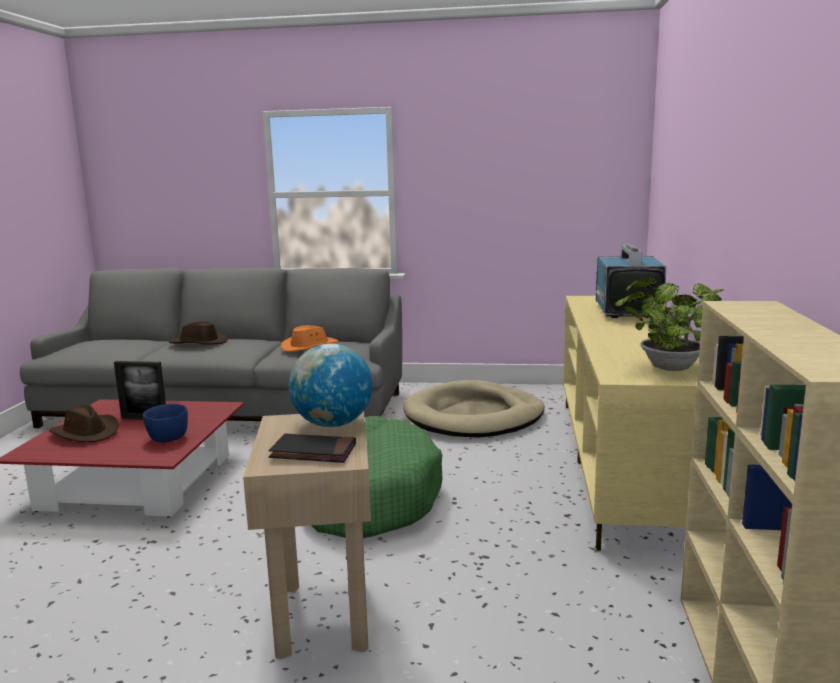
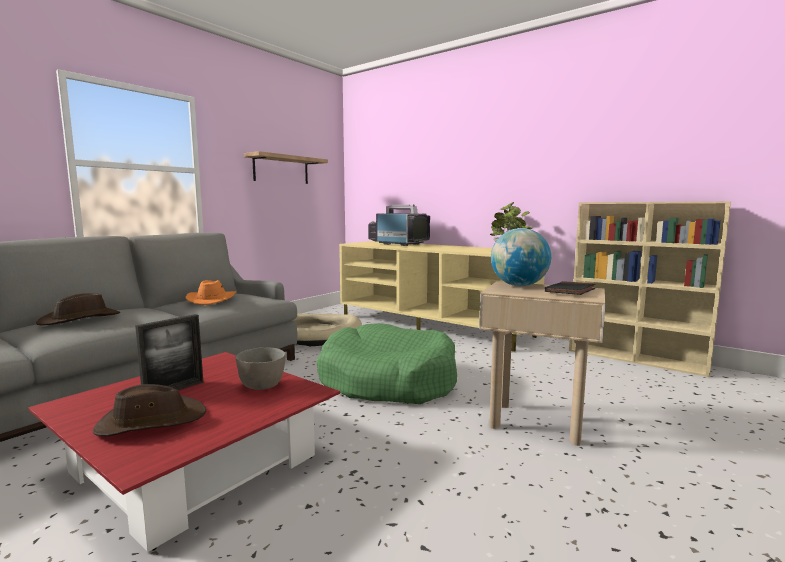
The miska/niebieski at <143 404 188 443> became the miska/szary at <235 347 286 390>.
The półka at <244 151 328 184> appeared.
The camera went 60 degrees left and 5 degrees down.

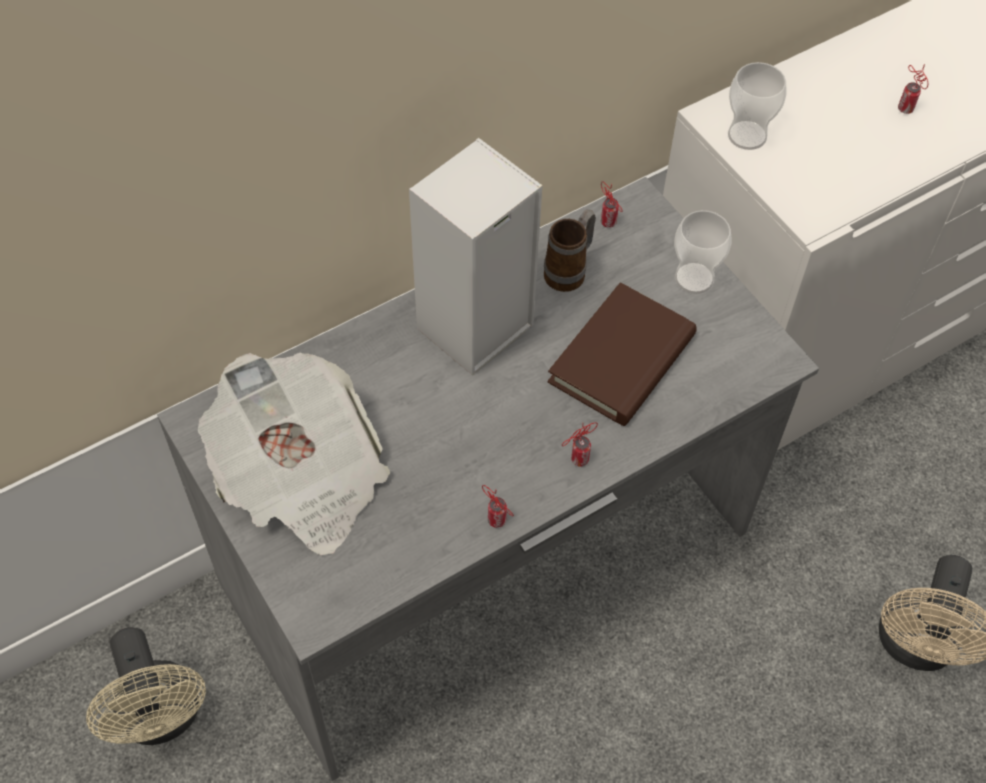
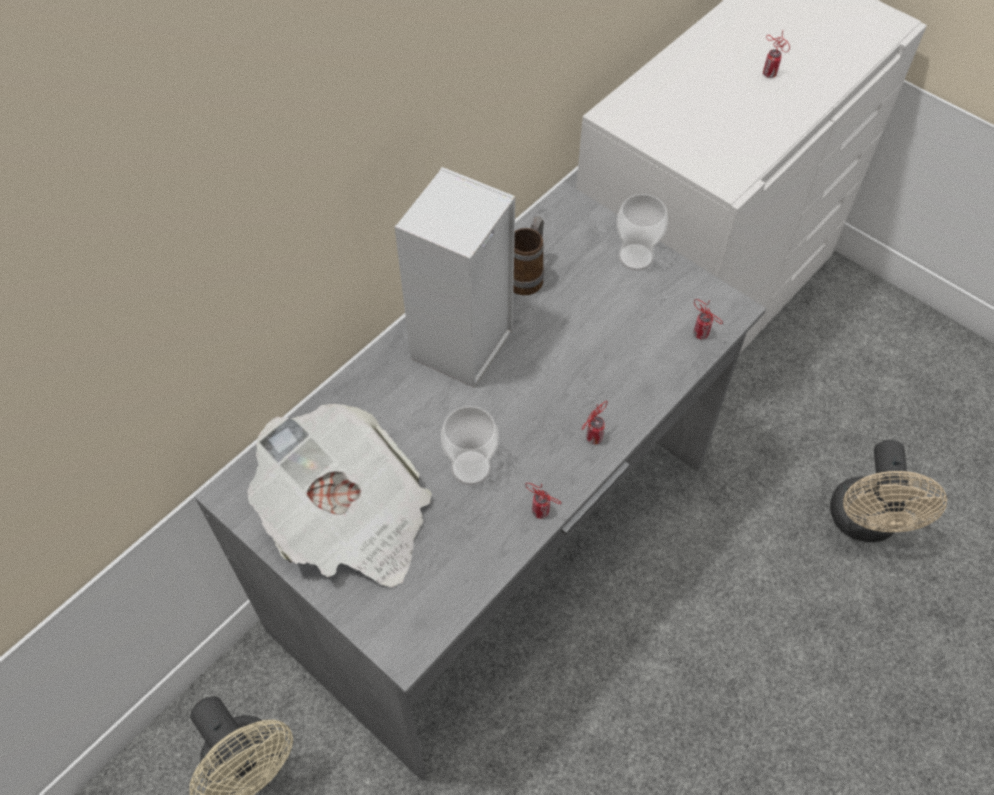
The filiżanka moved from <728 62 787 150> to <441 406 499 486>.
The puszka moved from <601 181 623 228> to <694 299 723 339>.
The książka/brązowy at <547 282 697 426> disappeared.
The camera went 15 degrees left and 0 degrees up.

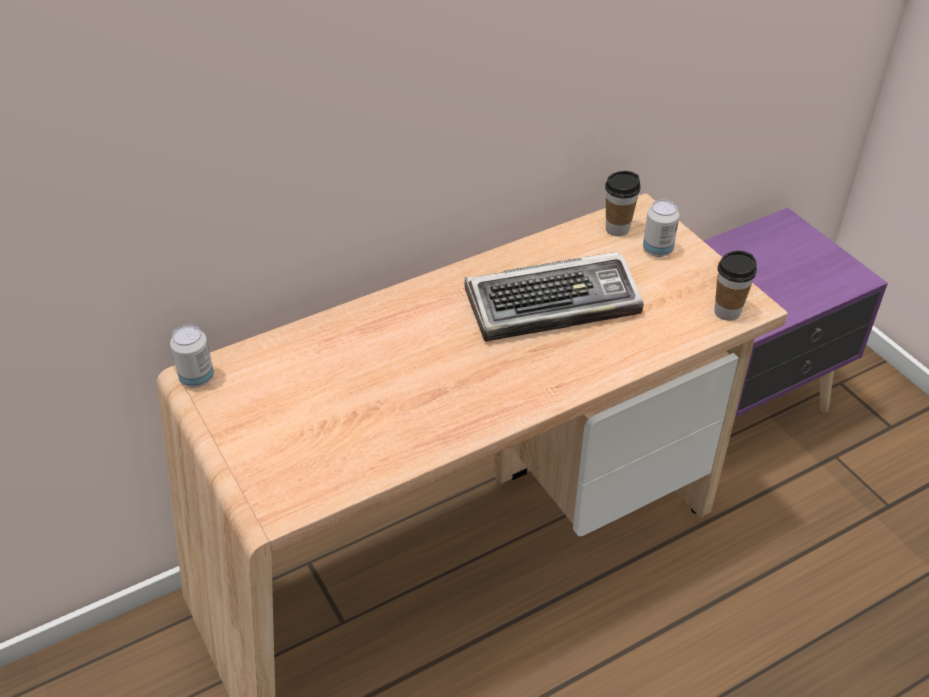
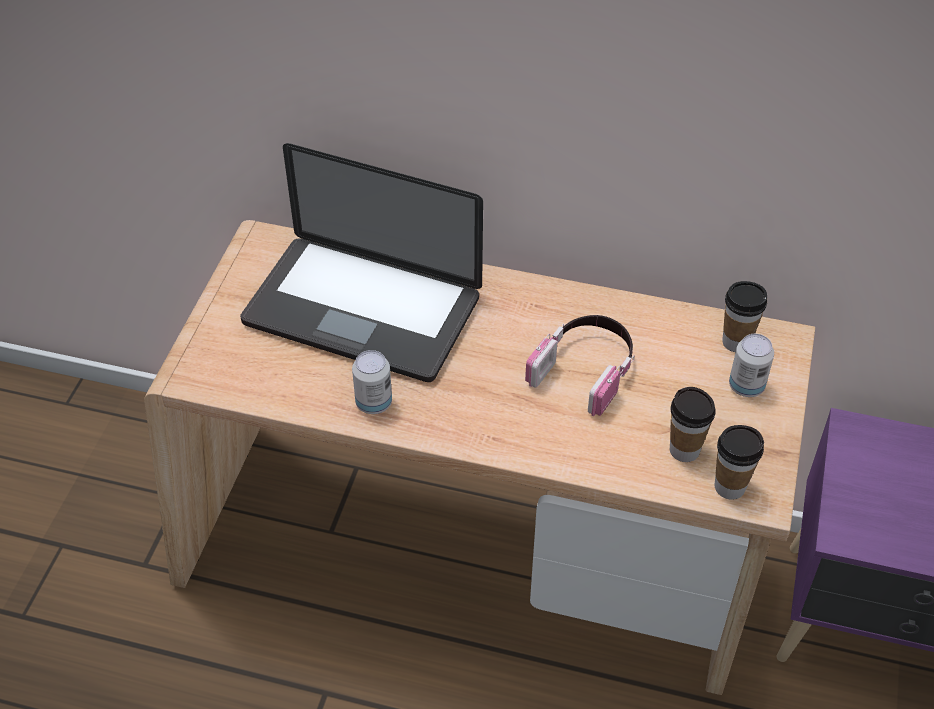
The klawiatura at <465 252 644 342> was replaced by the słuchawki at <525 315 635 416>.
The puszka moved from <170 325 214 387> to <352 350 392 414>.
The laptop at <240 143 483 382> appeared.
The filiżanka at <670 387 716 462> appeared.
The camera went 45 degrees right and 5 degrees up.

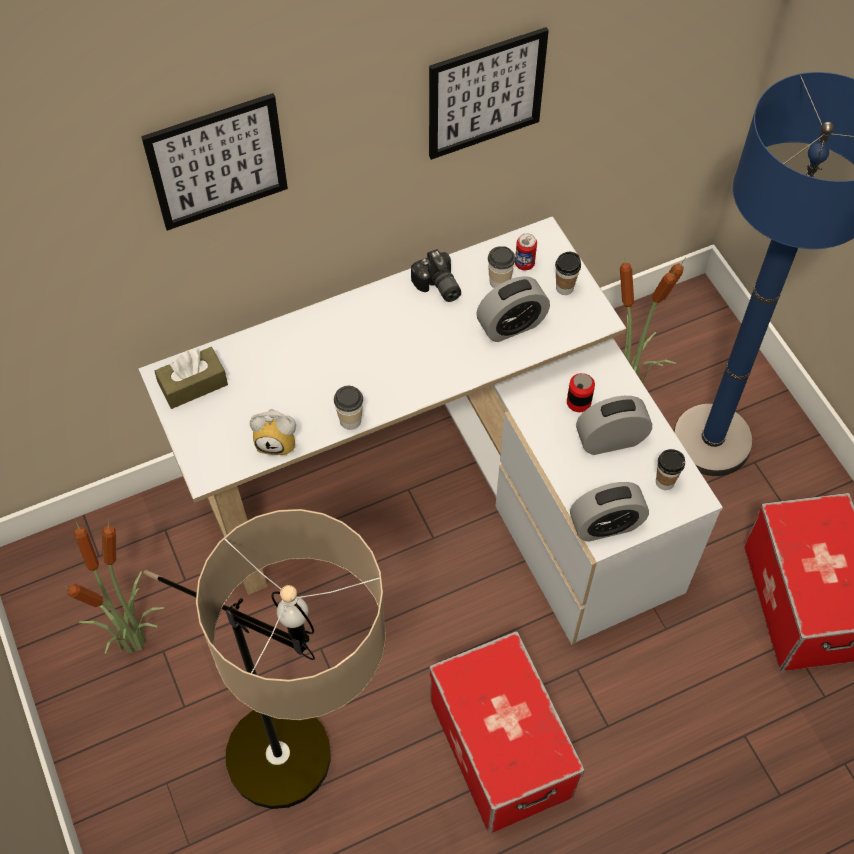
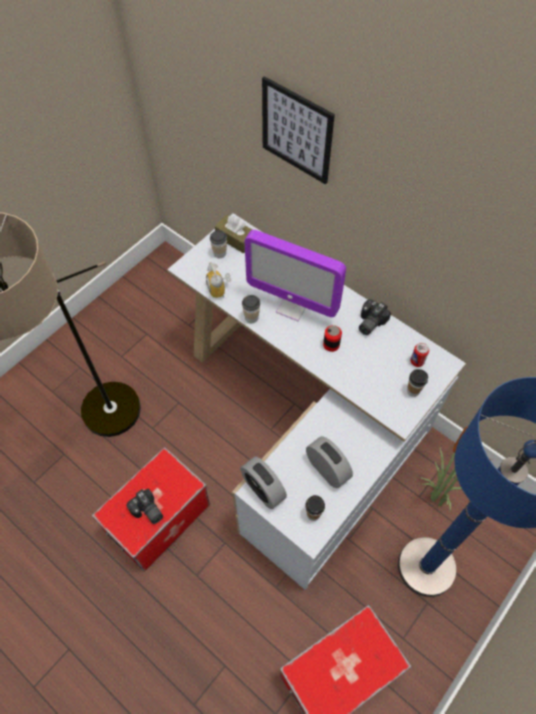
The obraz at <429 27 549 160> disappeared.
The filiżanka moved from <488 246 515 288> to <210 230 227 258>.
The budzik at <476 276 550 342> disappeared.
The puszka moved from <567 373 595 412> to <323 325 342 352>.
The roślina doniczkowa at <64 519 164 654> disappeared.
The monitor at <245 230 346 321> appeared.
The aparat fotograficzny at <126 488 163 524> appeared.
The camera went 65 degrees right and 0 degrees up.

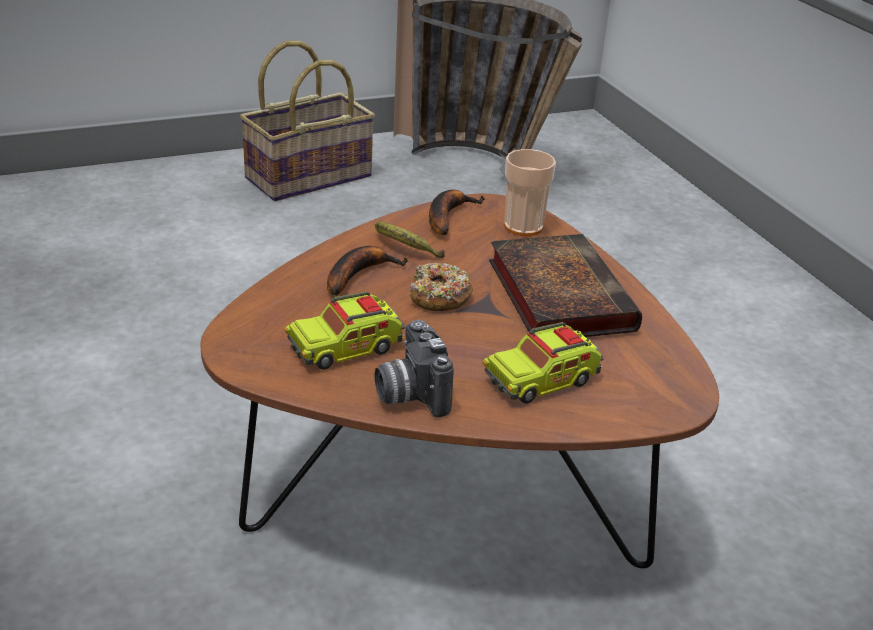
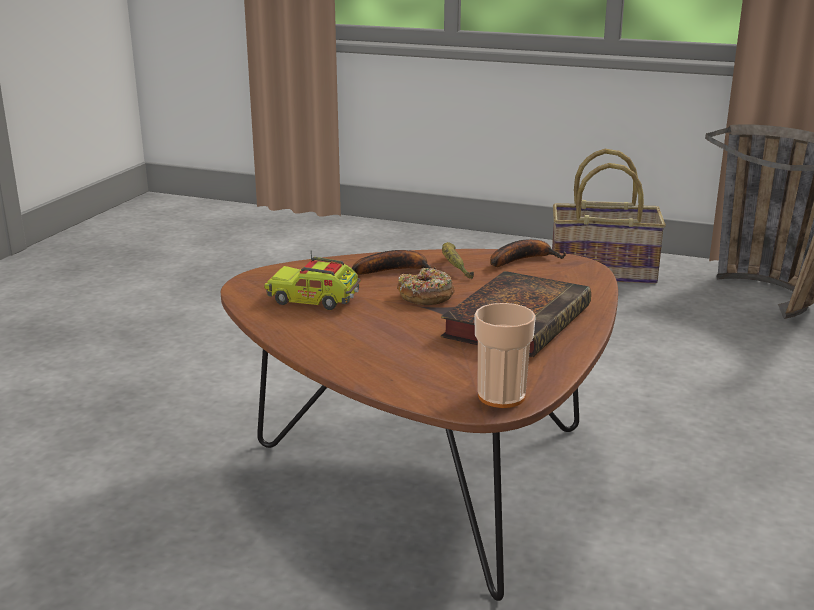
The filiżanka moved from <504 149 556 236> to <475 303 536 408>.
The aparat fotograficzny at <375 320 453 417> disappeared.
The ciężarówka zabawkowa at <482 322 603 404> disappeared.
The camera went 45 degrees right and 10 degrees down.

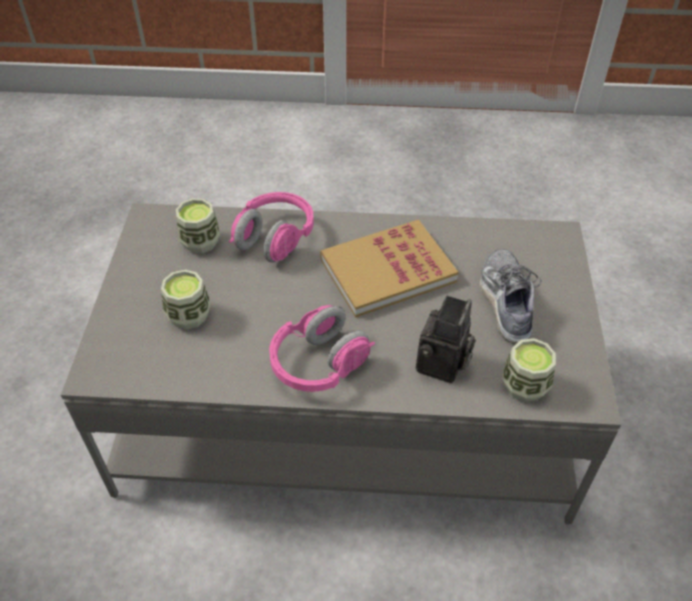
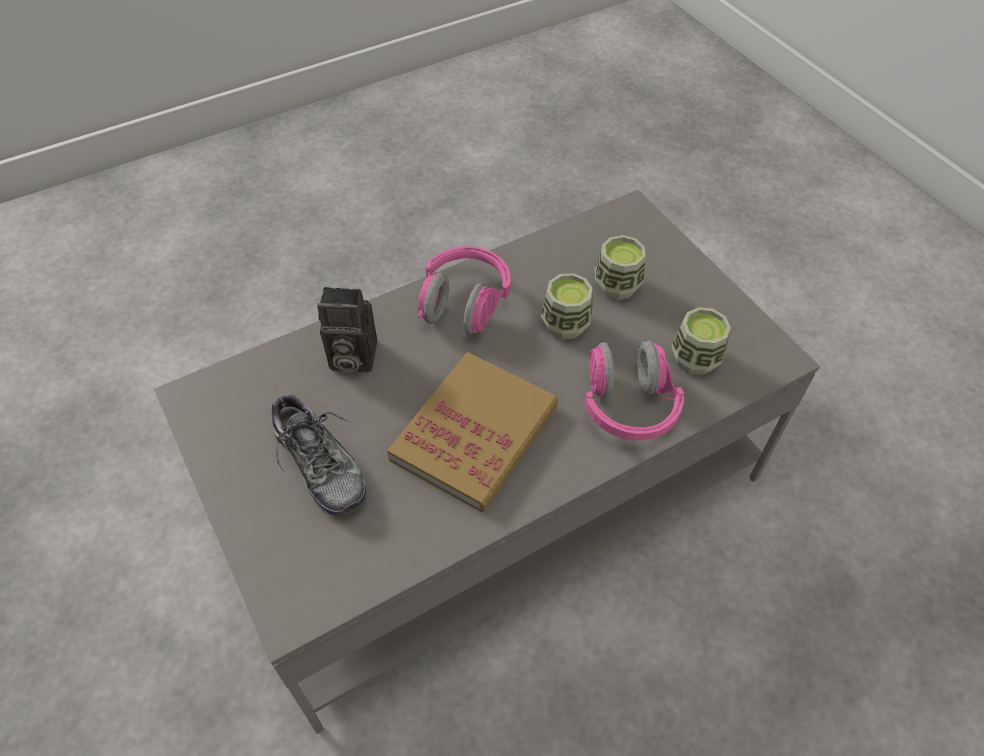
The aparat fotograficzny at <416 296 476 383> turned 75 degrees counterclockwise.
The filiżanka moved from <503 338 556 402> to <541 273 593 340>.
The camera went 145 degrees right and 5 degrees up.

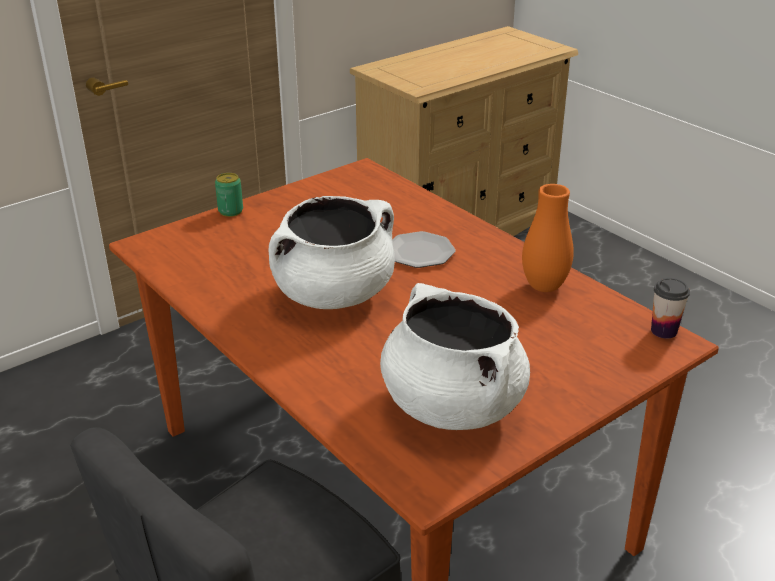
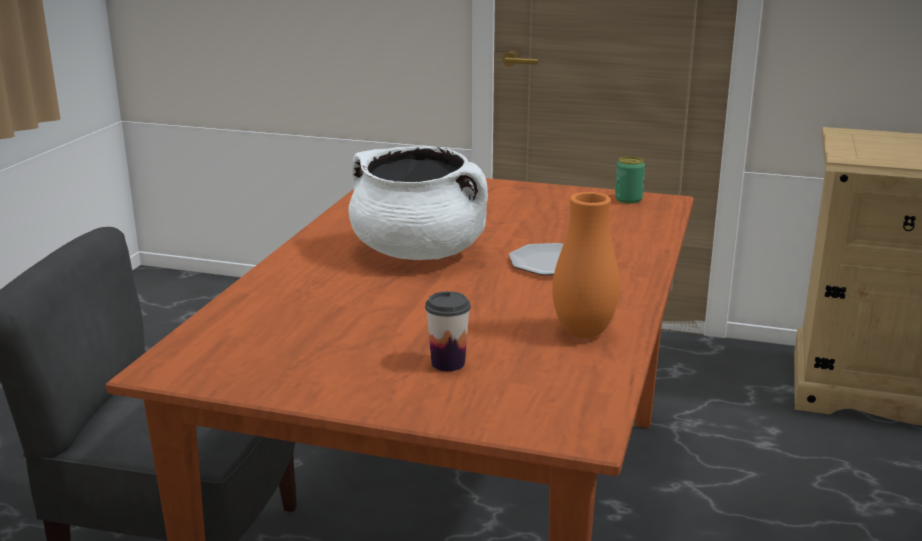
The puszka moved from <215 173 243 217> to <615 156 645 204>.
The filiżanka moved from <651 278 690 339> to <425 291 471 371>.
The garnek/biały at <380 283 530 430> disappeared.
The camera went 55 degrees right and 10 degrees down.

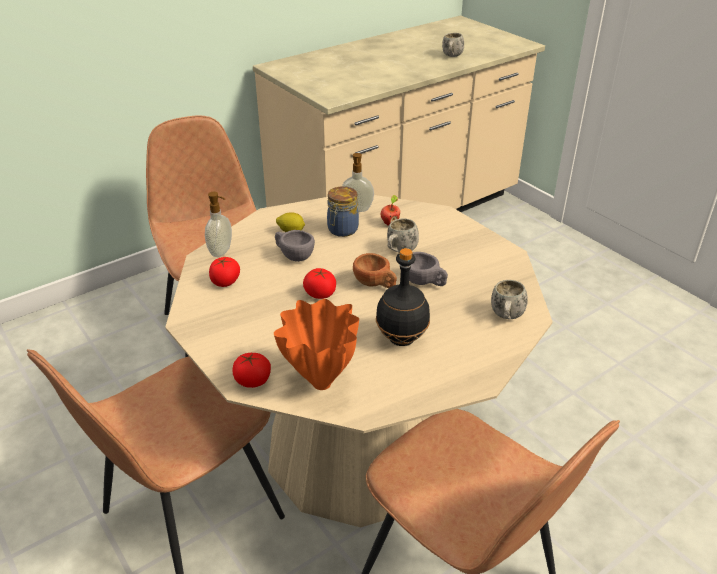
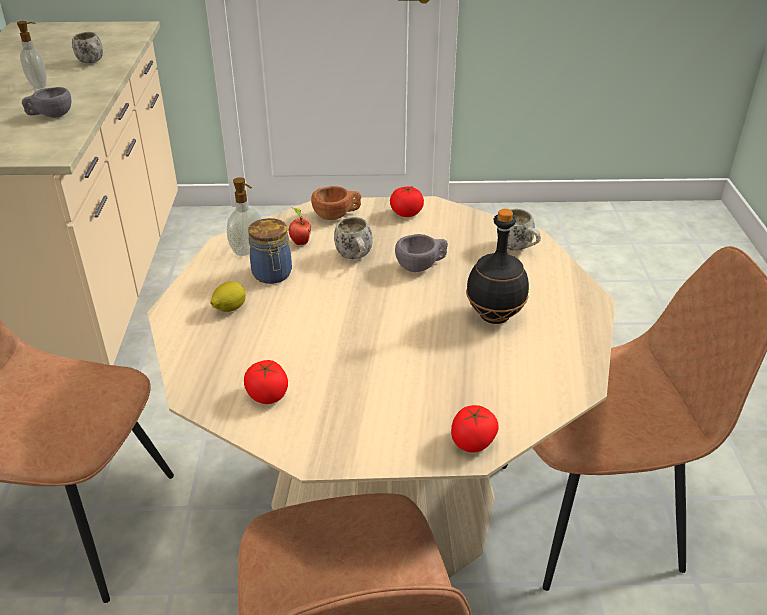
The dozownik mydła moved from <205 192 232 257> to <17 21 47 89>.
The filiżanka/szary moved from <275 230 315 262> to <22 87 72 118>.
The filiżanka/brązowy moved from <353 253 397 288> to <311 186 361 220>.
The pomidor moved from <303 268 336 299> to <390 186 424 217>.
The wazon/pomarańczowy at <274 299 359 390> disappeared.
The camera went 55 degrees left and 0 degrees up.

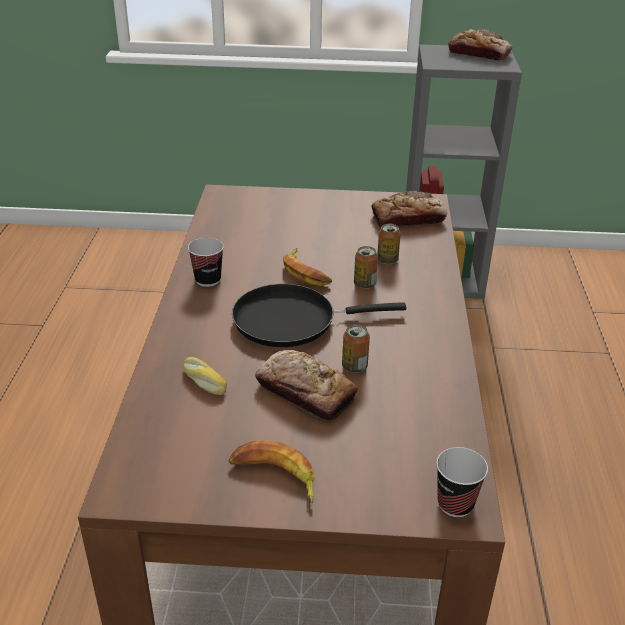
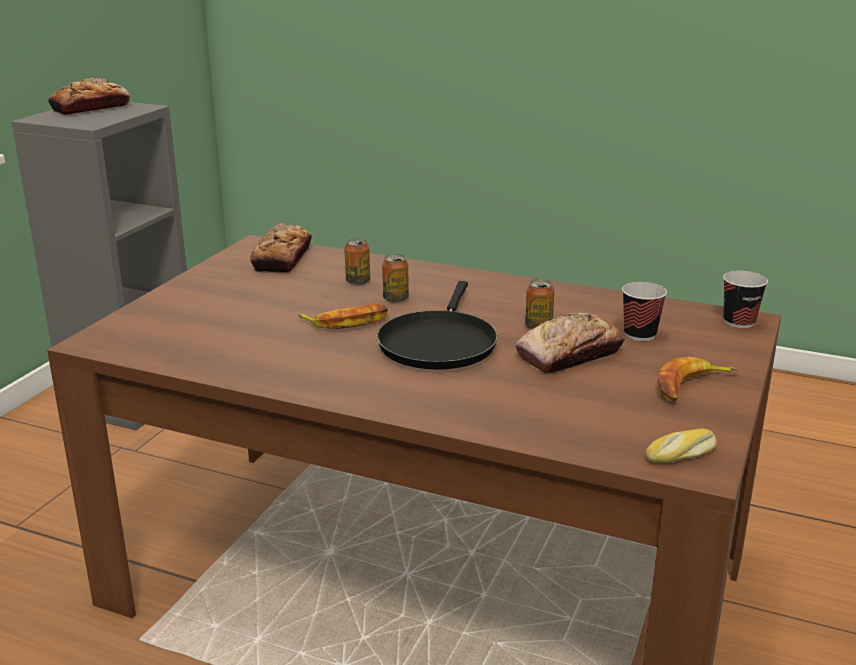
The filiżanka moved from <188 238 224 287> to <622 282 667 341>.
The chleb moved from <184 357 227 395> to <645 429 717 463>.
The camera went 70 degrees left and 10 degrees down.

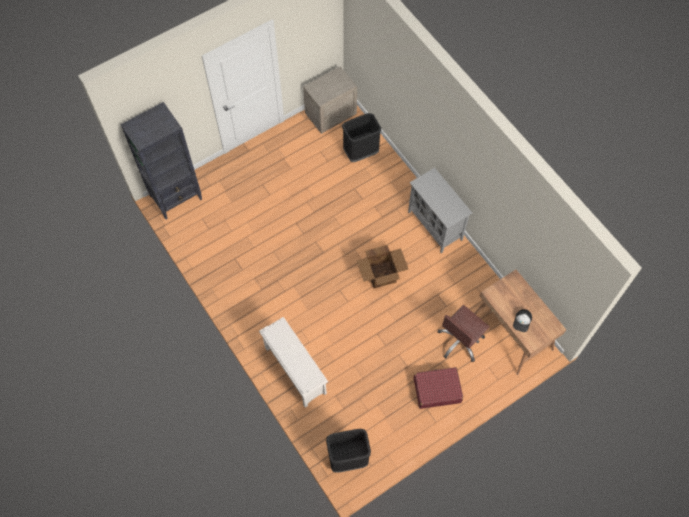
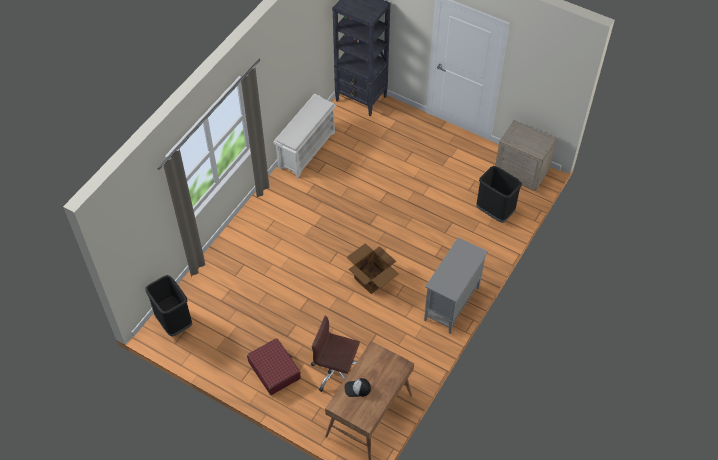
The regał na buty/biały moved from <259 317 328 408> to <273 94 337 178>.
The camera went 65 degrees right and 10 degrees down.

